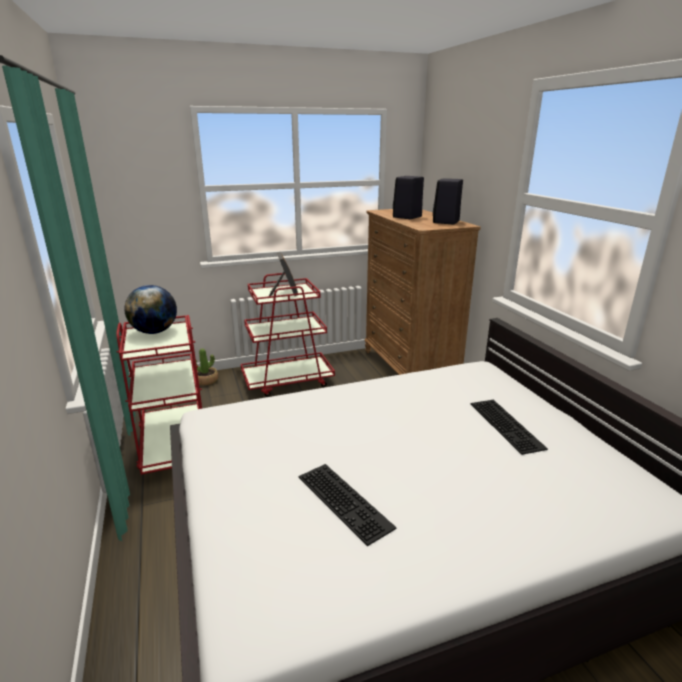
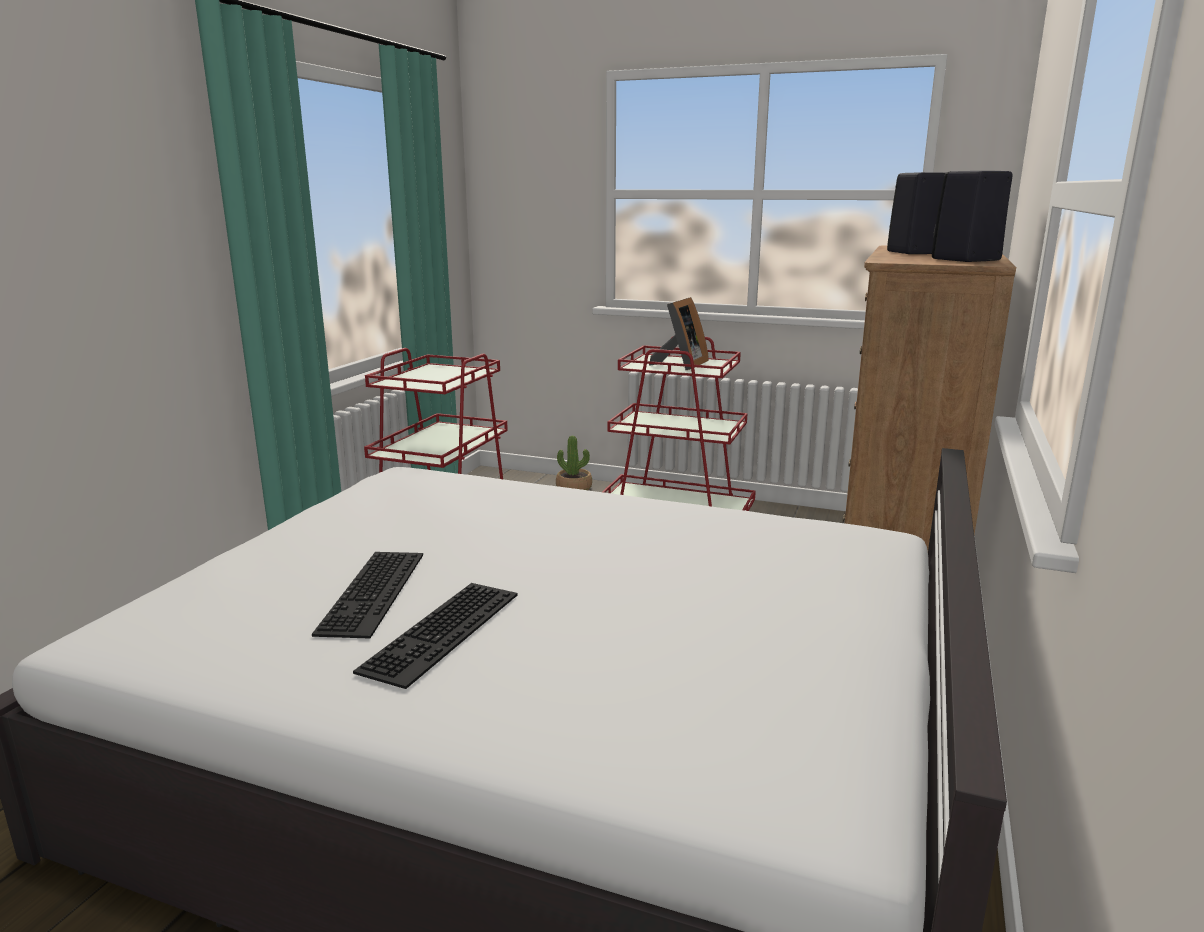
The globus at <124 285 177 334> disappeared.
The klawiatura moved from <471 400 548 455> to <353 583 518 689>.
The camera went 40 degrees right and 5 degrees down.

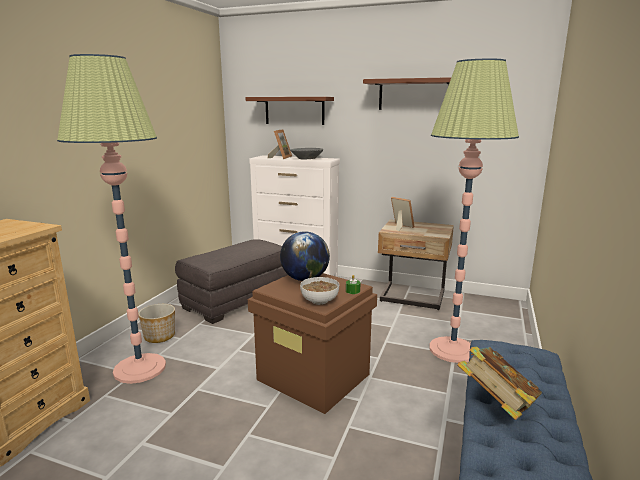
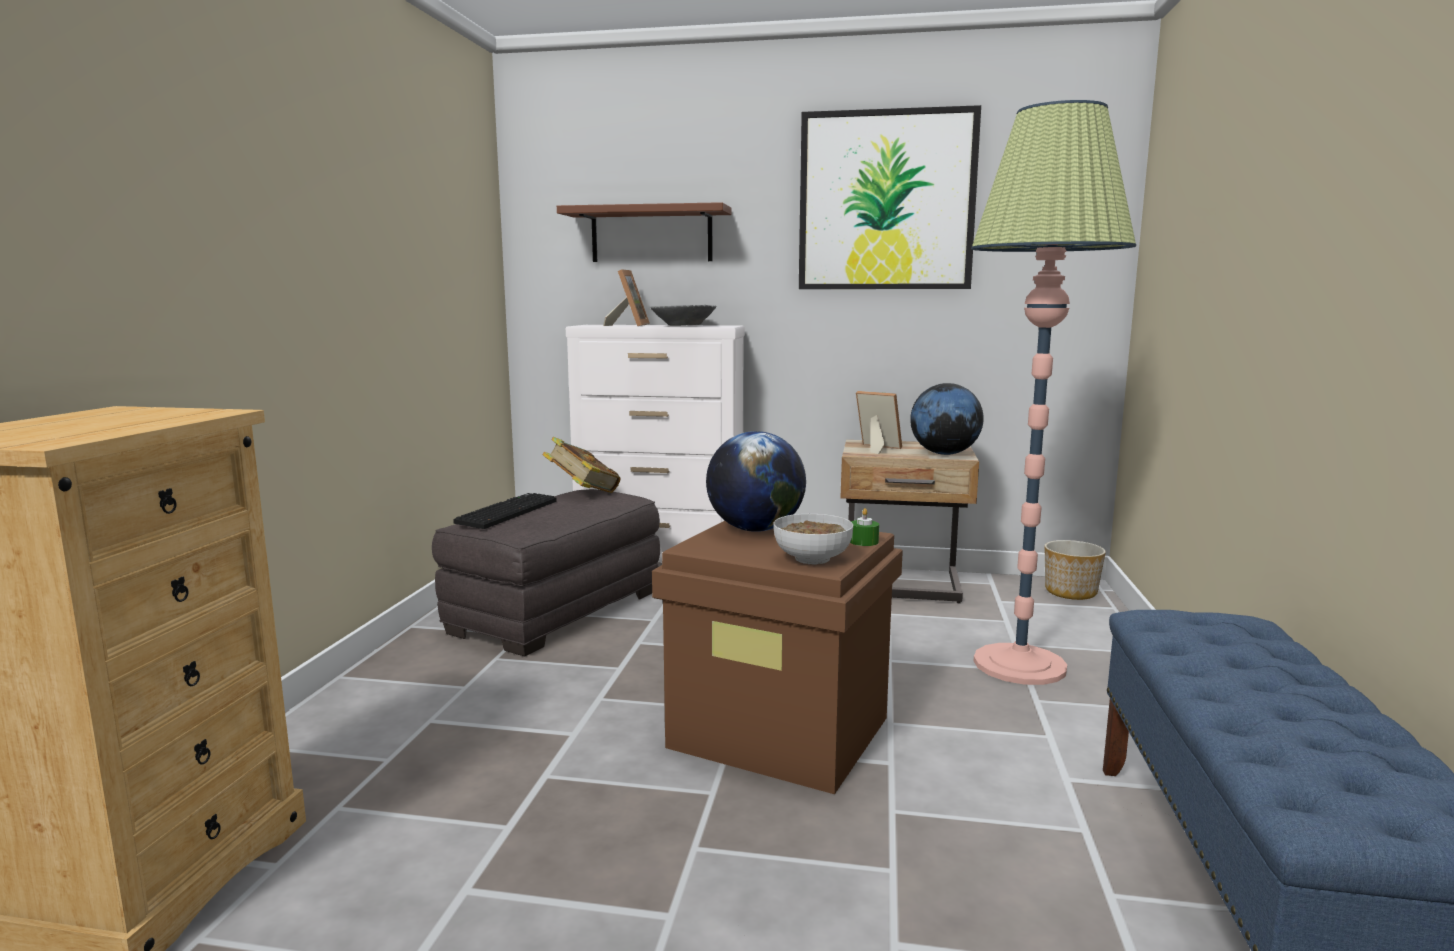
The lampa stojąca at <57 54 166 384> disappeared.
The półka/brązowy at <363 77 451 110> was replaced by the obraz at <799 105 981 289>.
The donica moved from <138 304 175 343> to <1045 540 1106 600>.
The książka moved from <457 346 542 420> to <542 437 621 493>.
The globus at <910 383 984 455> appeared.
The klawiatura at <454 493 556 529> appeared.
The camera went 10 degrees left and 5 degrees down.

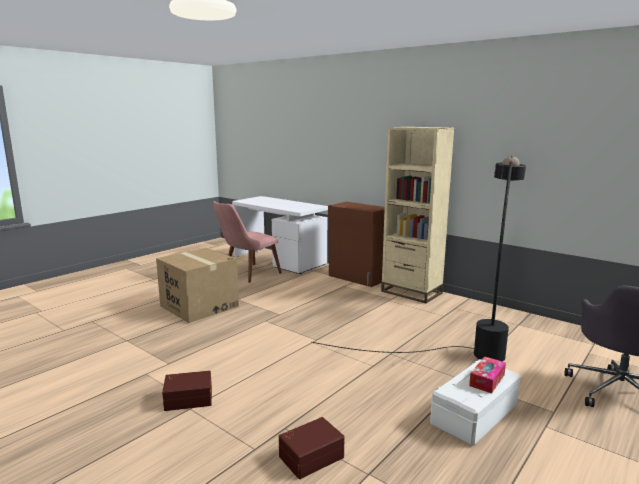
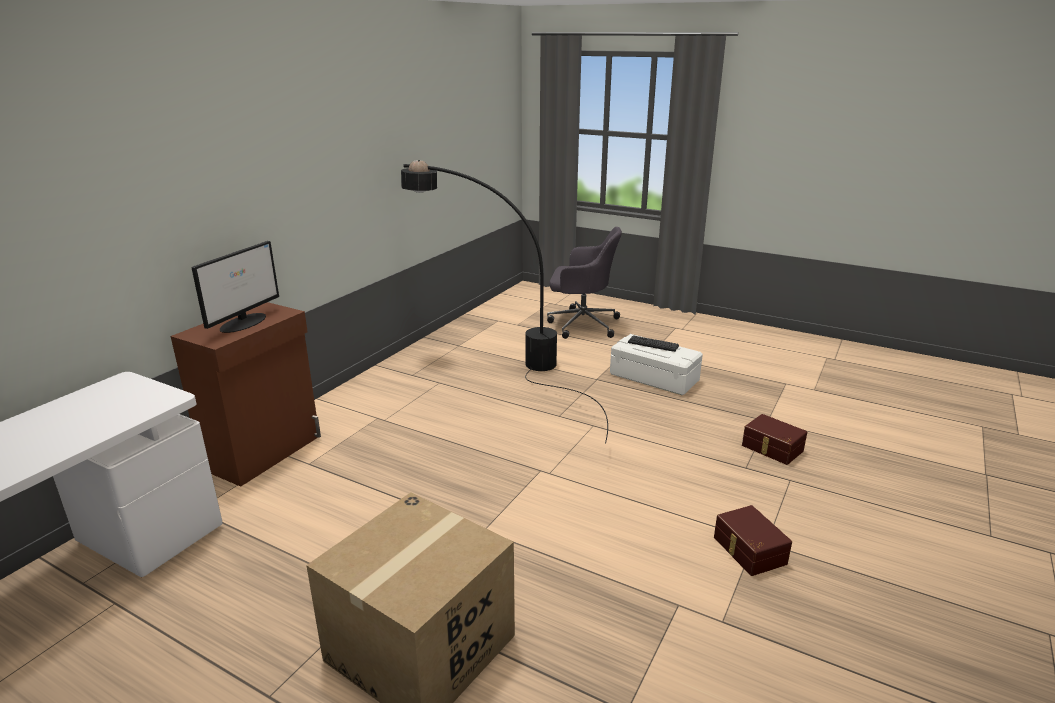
The regał/beżowy at <381 127 454 303> disappeared.
The krzesło/różowy at <213 201 282 283> disappeared.
The pudełko chusteczek at <469 356 506 393> was replaced by the klawiatura at <628 335 679 352>.
The monitor at <191 241 279 333> appeared.
The camera went 100 degrees left and 10 degrees up.

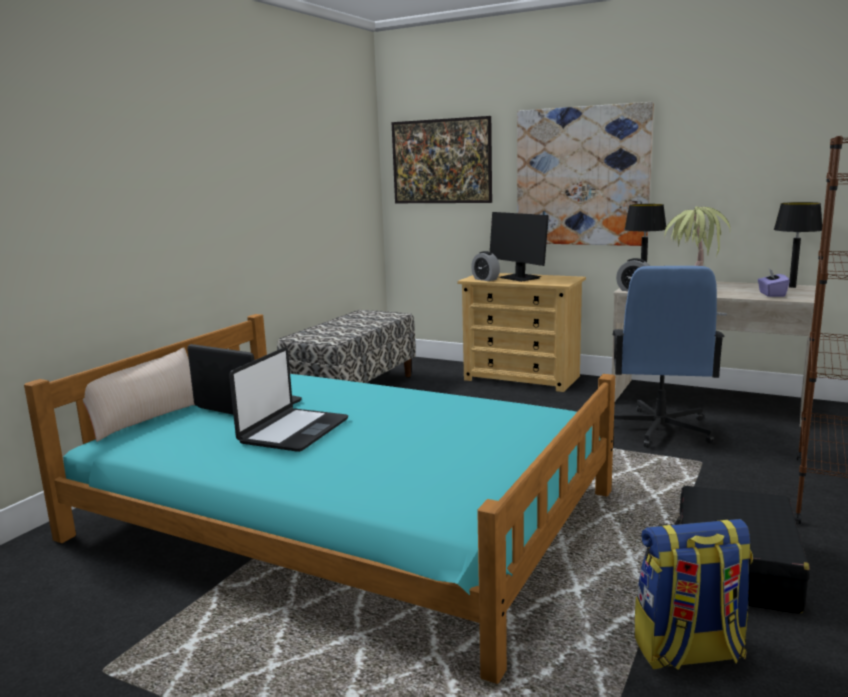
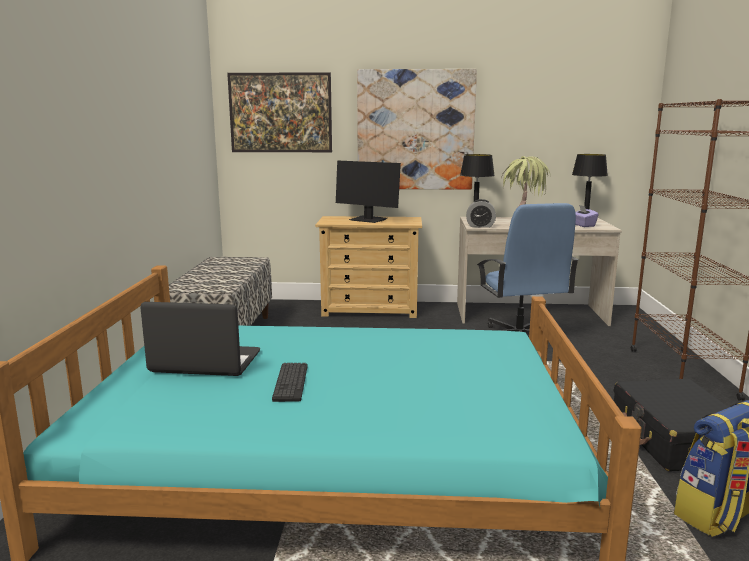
The budzik at <471 251 500 281> disappeared.
The poduszka/beżowy at <83 347 195 442> disappeared.
The laptop at <229 347 348 452> was replaced by the klawiatura at <272 363 307 402>.
The camera went 25 degrees left and 0 degrees up.

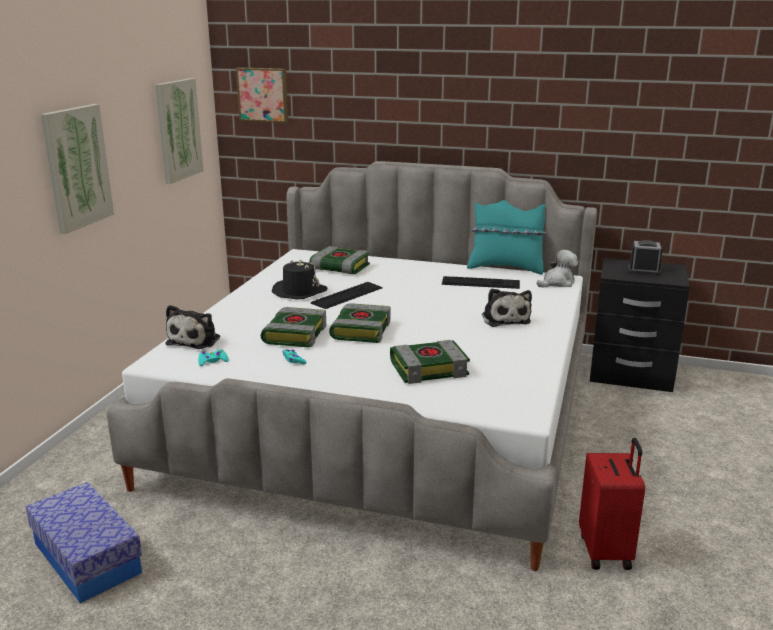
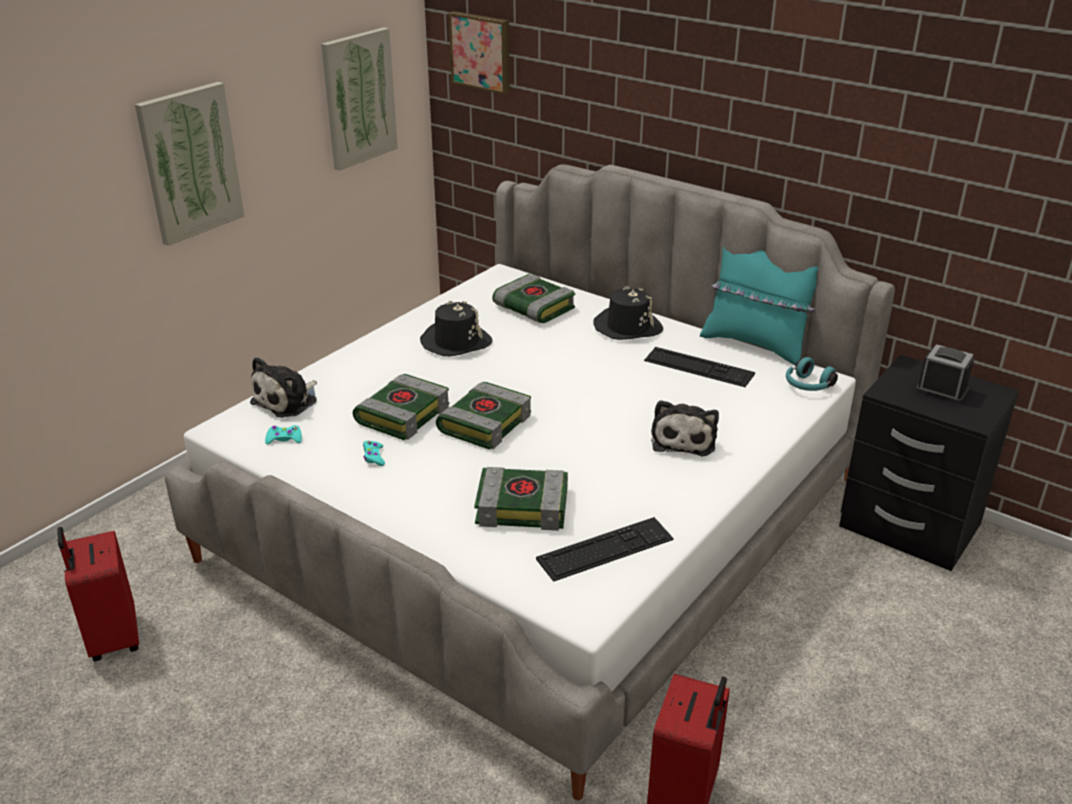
The pluszak at <537 250 578 288> was replaced by the słuchawki/turkusowy at <786 357 838 391>.
The klawiatura moved from <311 282 383 309> to <536 517 674 582>.
The pojemnik do przechowywania at <25 482 142 603> was replaced by the walizka/czerwony at <57 527 139 661>.
The kapelusz/czarny at <593 286 664 340> appeared.
The camera went 20 degrees right and 10 degrees up.

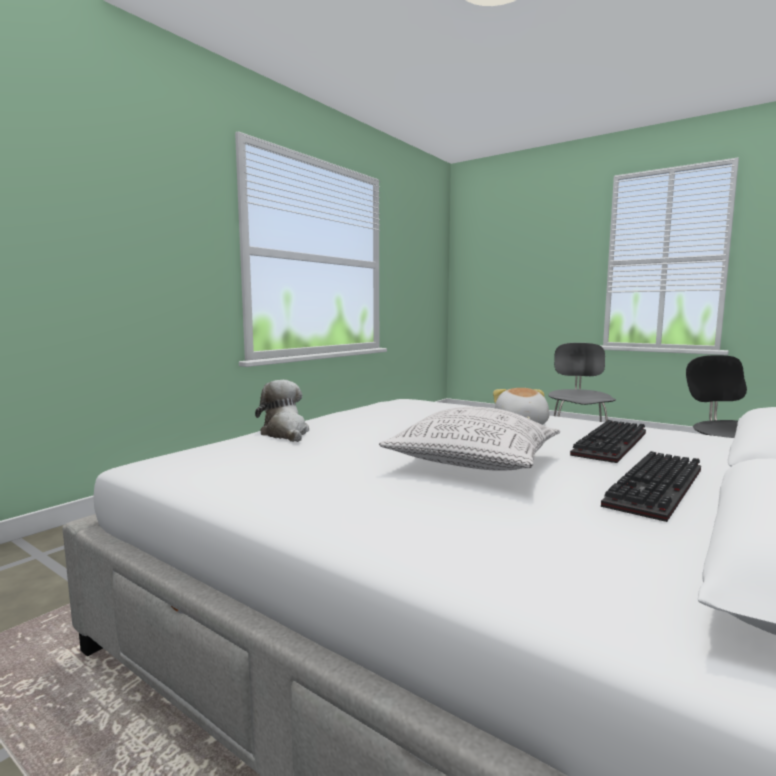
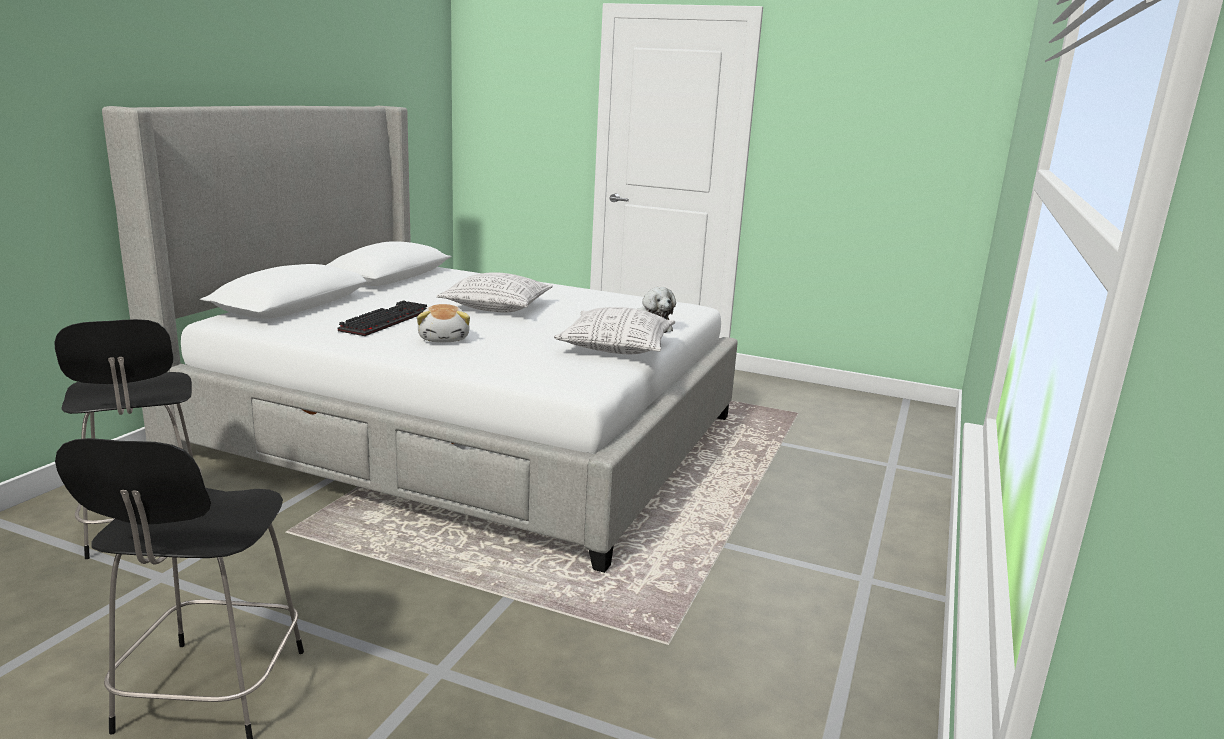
The klawiatura at <601 451 701 522> disappeared.
The poduszka at <554 307 675 354> appeared.
The camera went 165 degrees right and 10 degrees up.

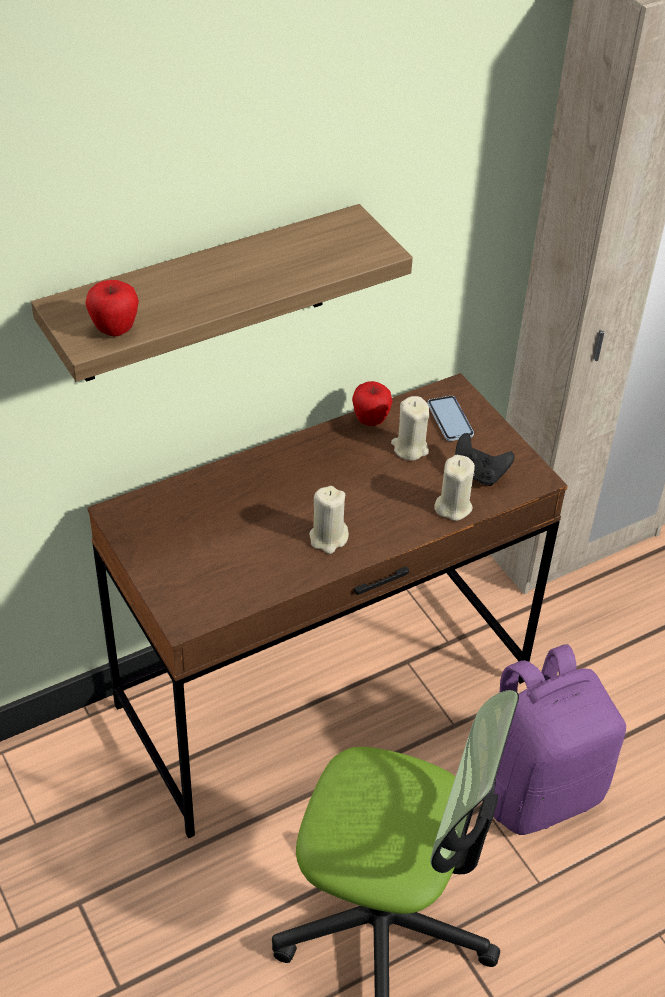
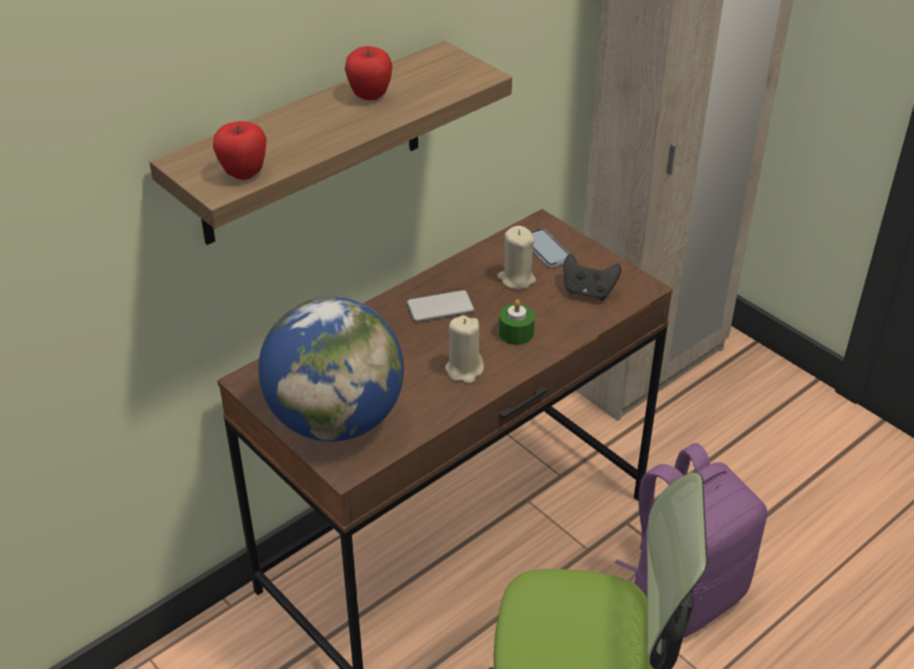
The jabłko moved from <352 381 393 426> to <345 46 393 100>.
The świeca/beżowy at <434 455 475 521> disappeared.
The telefon at <407 290 475 322> appeared.
The globus at <258 297 404 442> appeared.
The świeca/zielony at <498 300 535 345> appeared.
The camera went 10 degrees left and 5 degrees down.

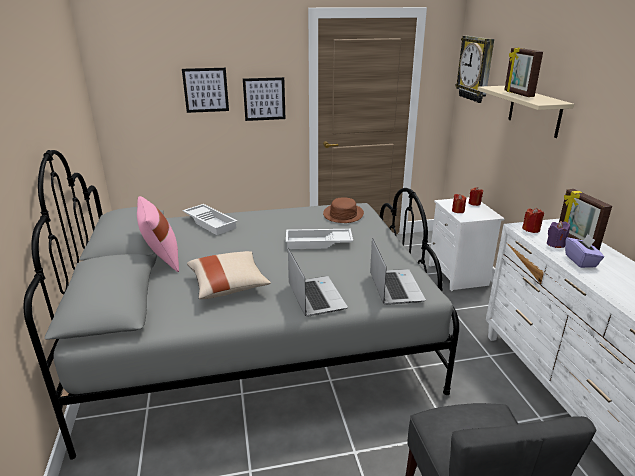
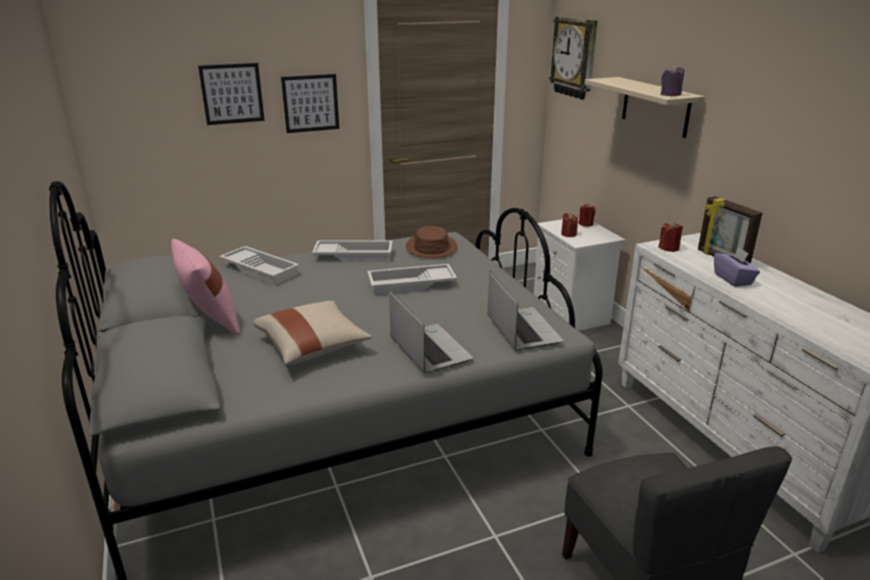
The ramka na zdjęcie at <505 47 543 97> disappeared.
The świeca/fioletowy moved from <547 221 570 248> to <661 65 684 96>.
The taca/biały at <312 240 393 262> appeared.
The camera went 10 degrees left and 0 degrees up.

